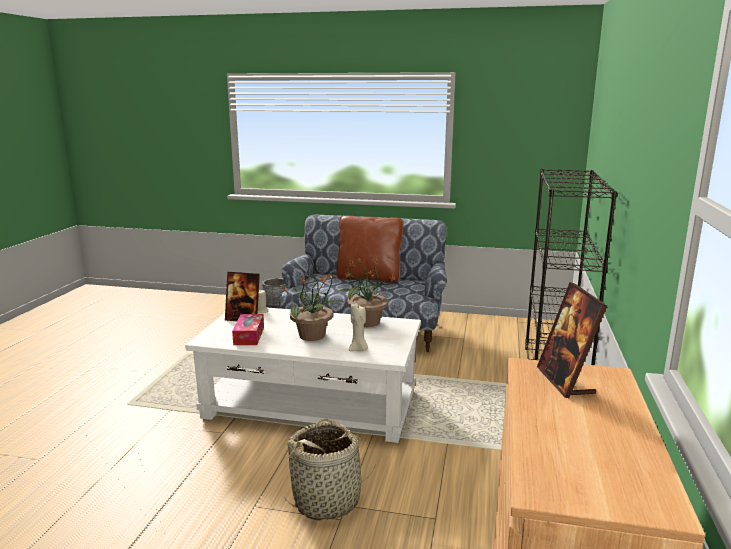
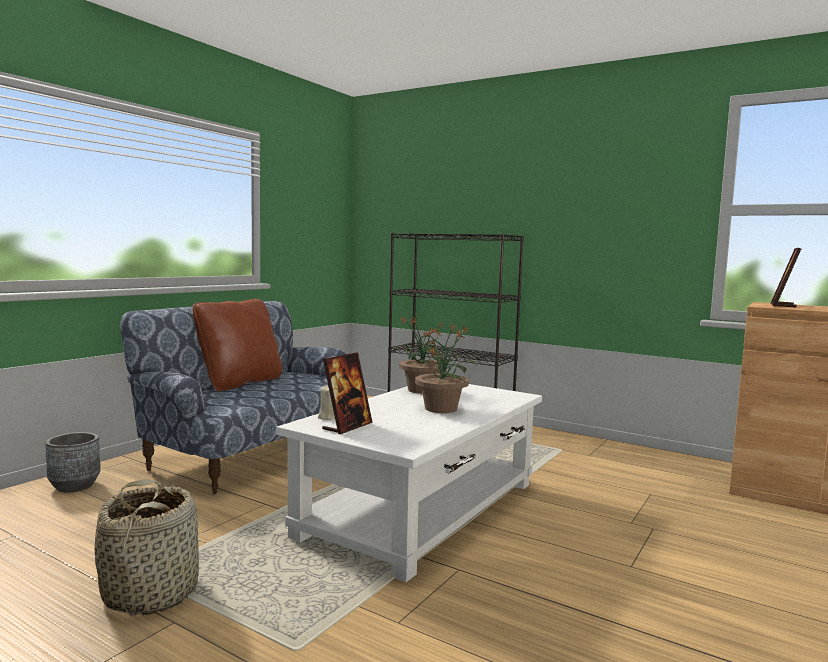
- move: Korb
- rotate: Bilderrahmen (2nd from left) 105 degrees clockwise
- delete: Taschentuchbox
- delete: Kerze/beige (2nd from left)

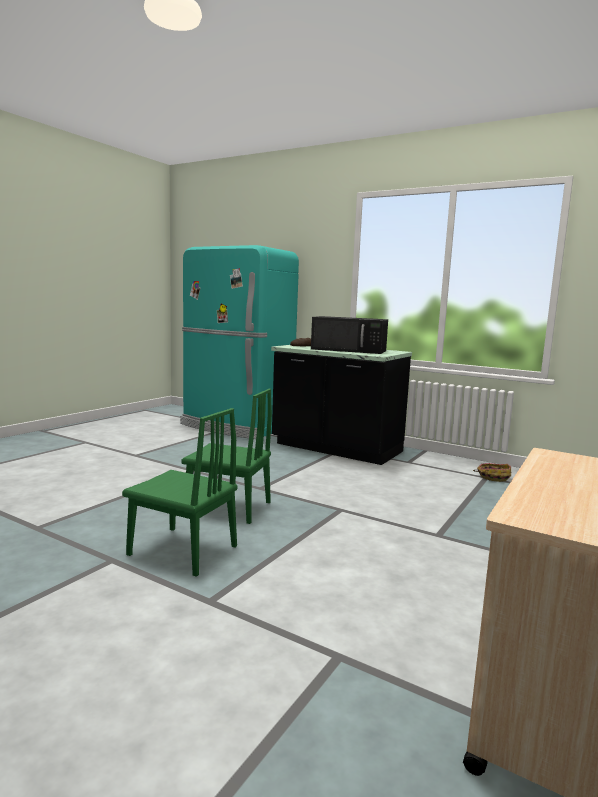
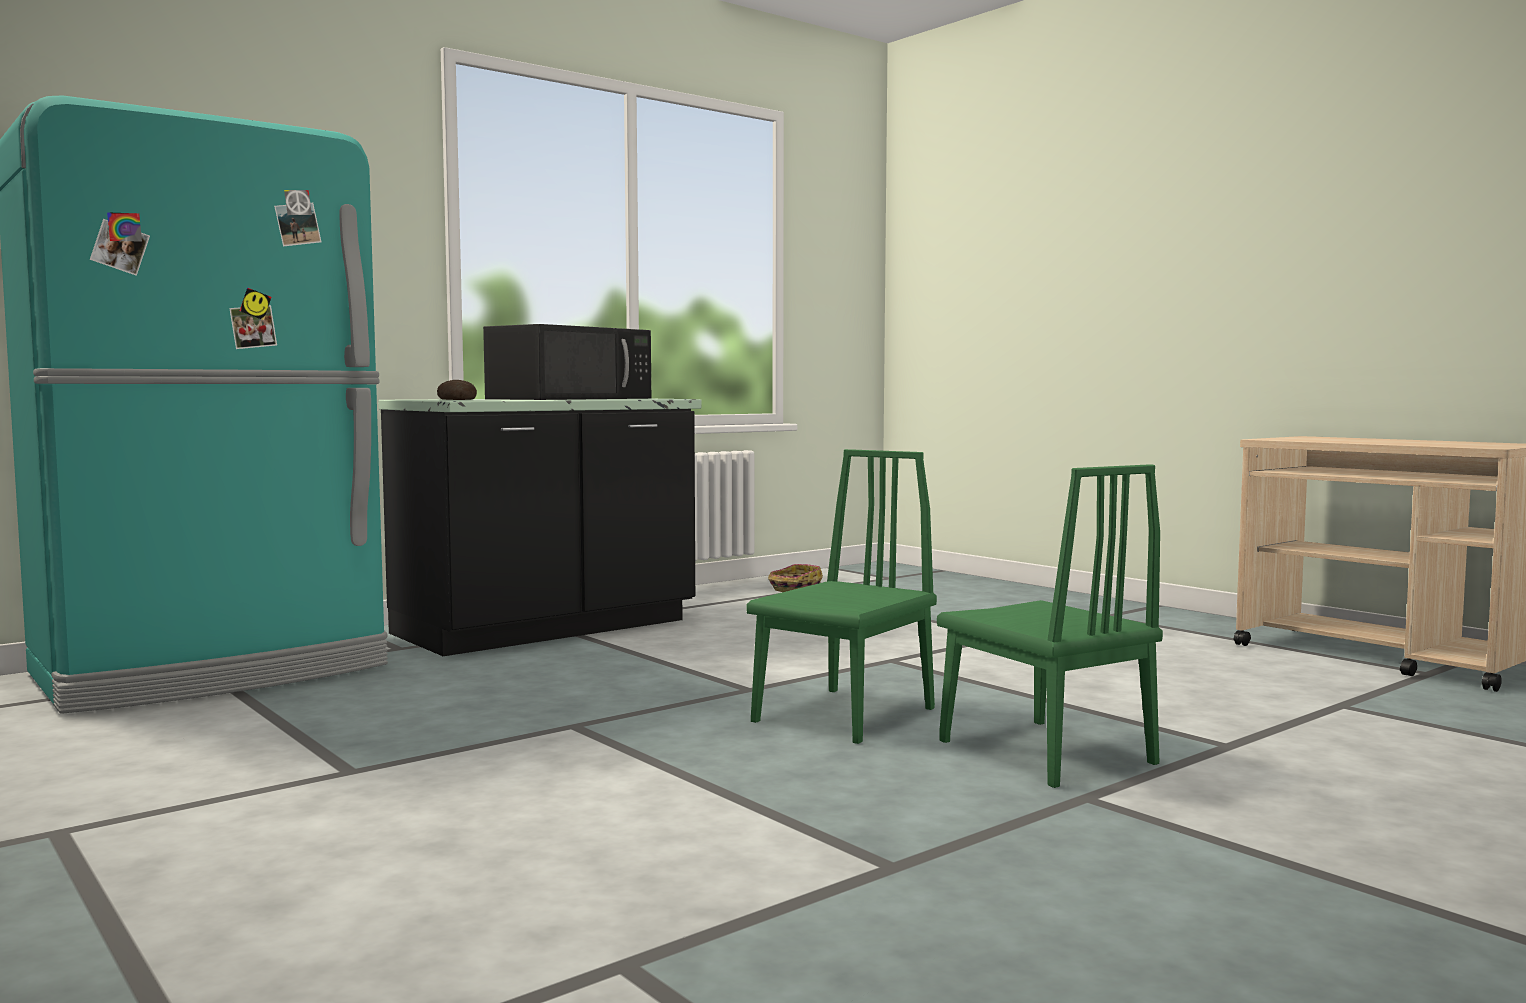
- rotate: Stuhl/grün (1st from left in the first image) 105 degrees clockwise

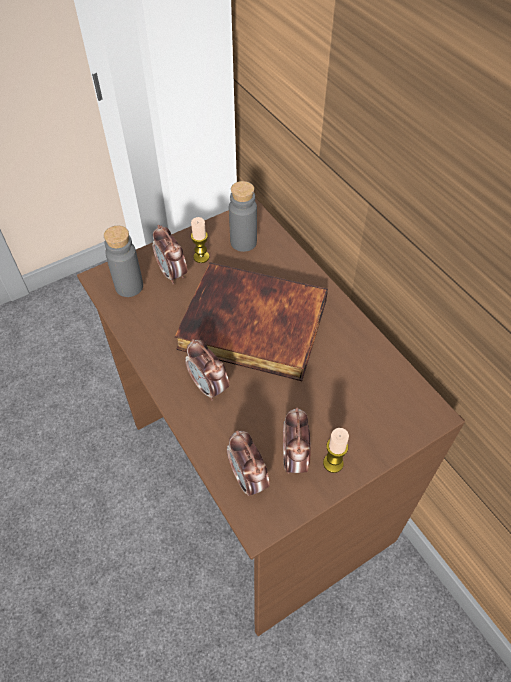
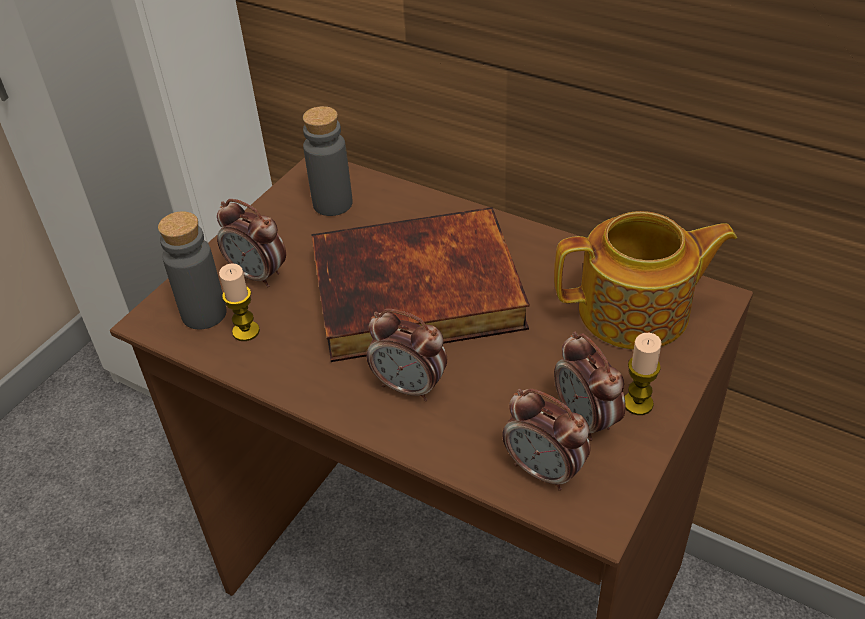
- move: Kerze (1st from left)
- insert: Teekanne

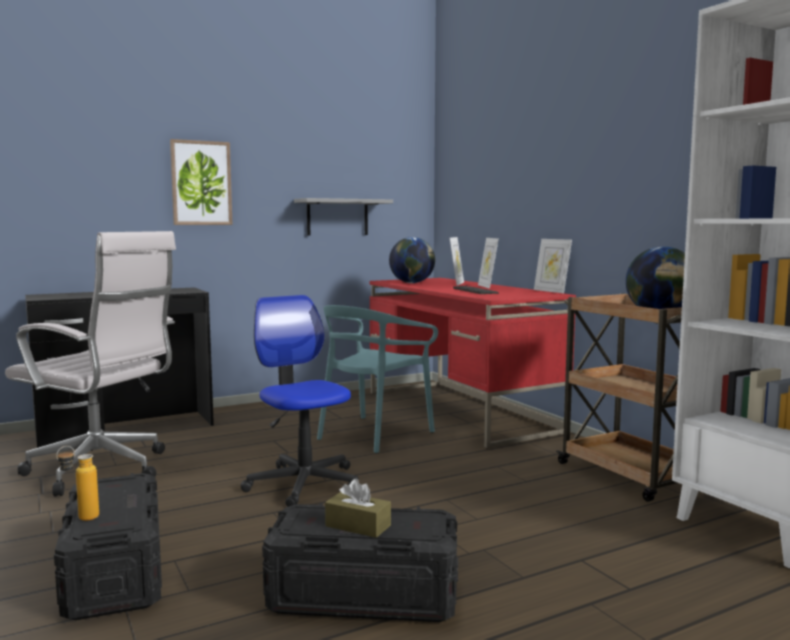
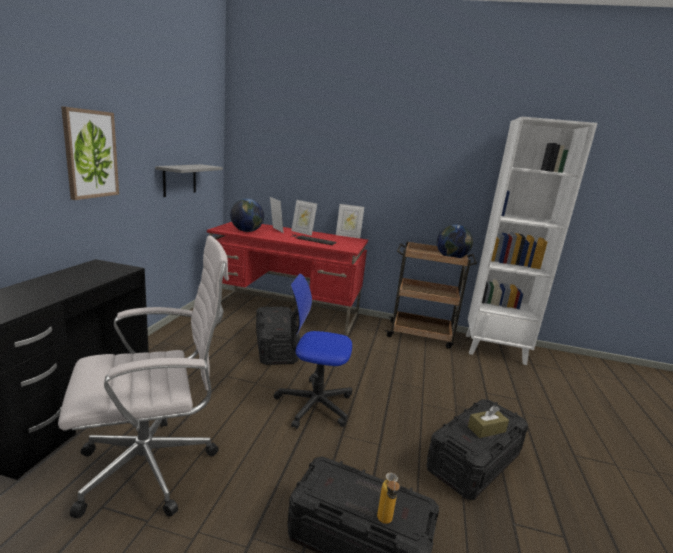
- replace: Stuhl/türkis to Aufbewahrungsbox/schwarz (1st from left)

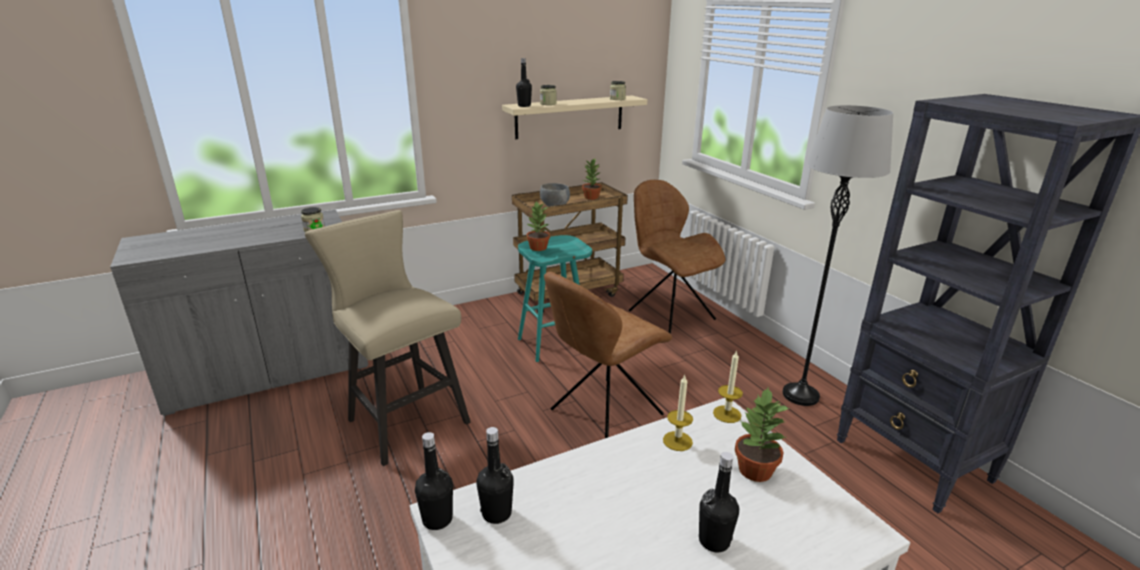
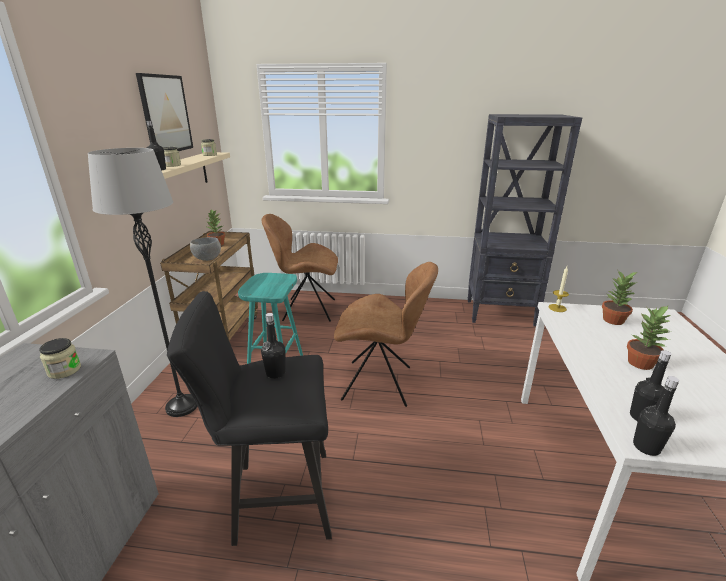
- move: Stehlampe/grau
- insert: Bild
- recolor: Hocker/beige to Hocker/schwarz
- move: Flasche/schwarz (4th from left in the first image) to Flasche/schwarz (2nd from left)
- rotate: Stuhl/braun (1st from left in the first image) 75 degrees counterclockwise
- move: Topfpflanze (1st from left in the first image) to Topfpflanze (3rd from left)
- delete: Kerze (1st from left)

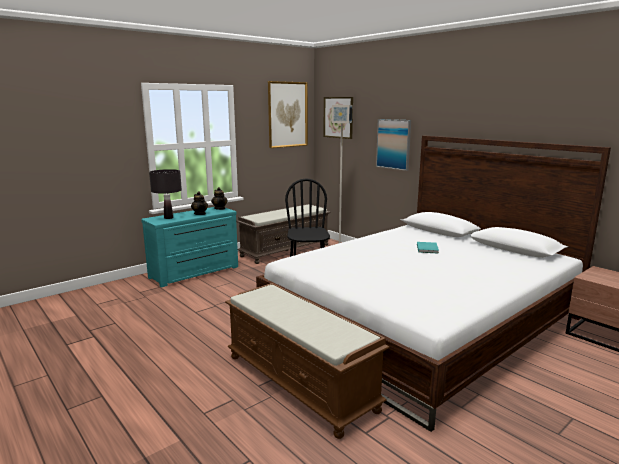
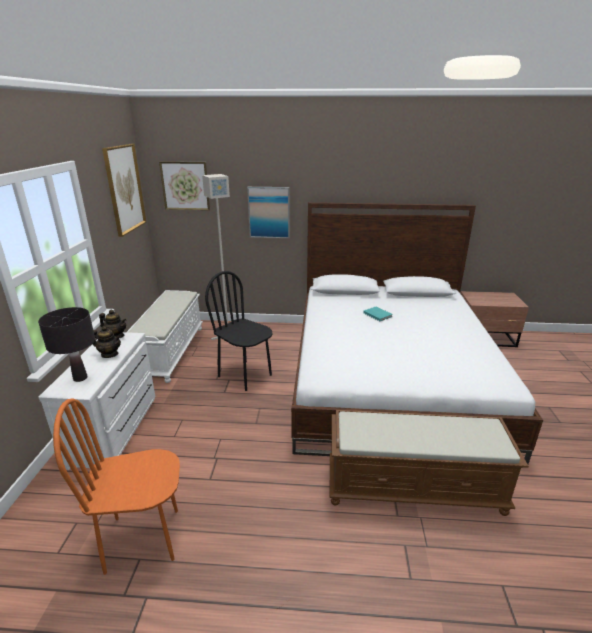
- recolor: Kommode/türkis to Kommode/weiß
- insert: Stuhl/orange
- recolor: Bank/braun (1st from left) to Bank/weiß

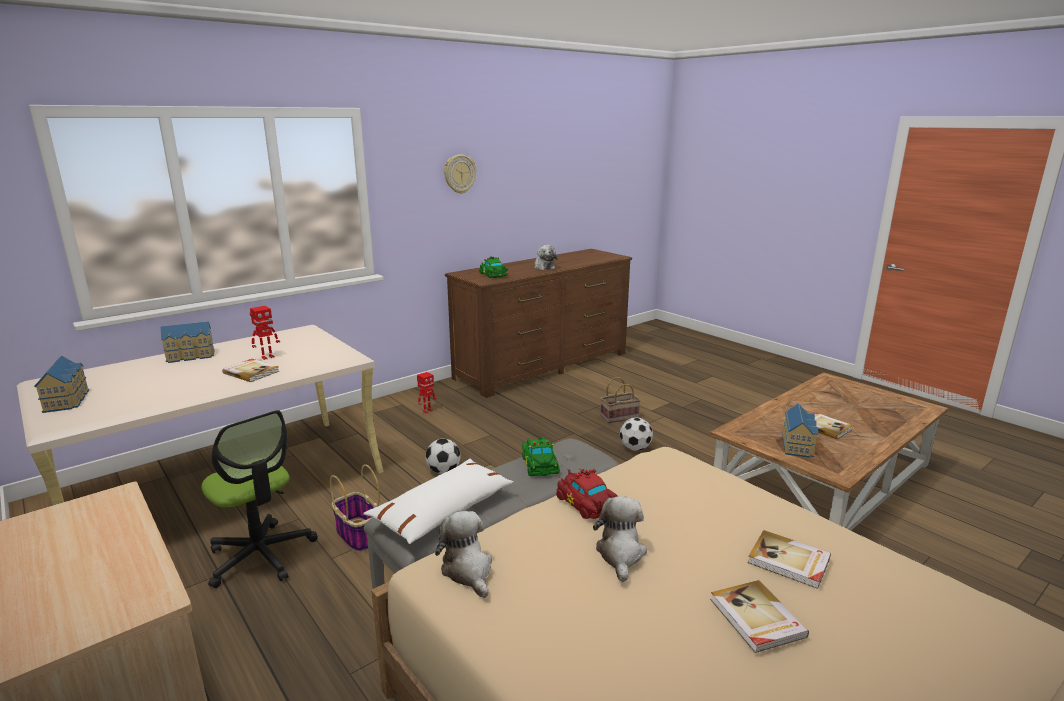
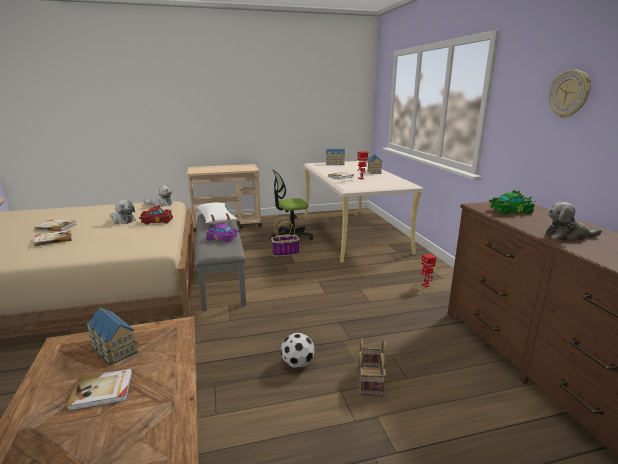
- recolor: Spielzeugauto/grün (2nd from left) to Spielzeugauto/lila
- delete: Fußball (1st from left)

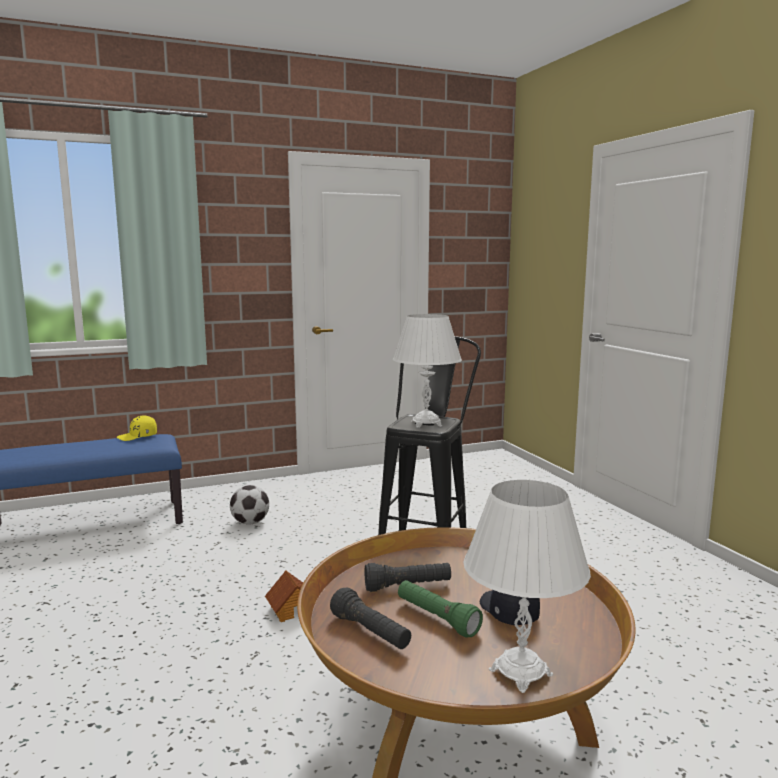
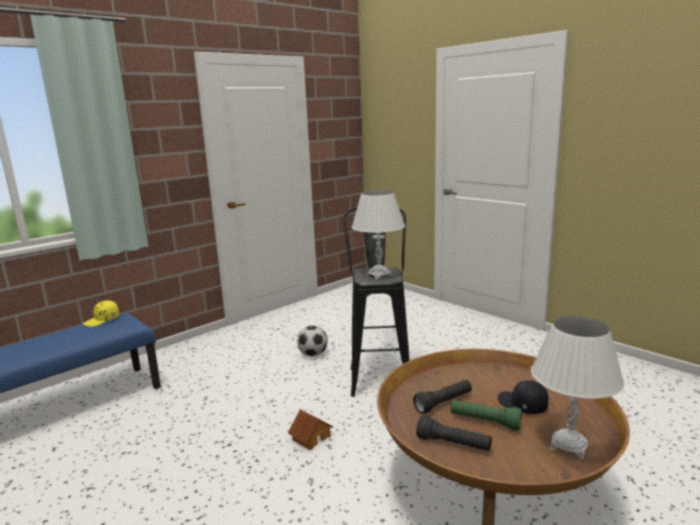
- move: Fußball

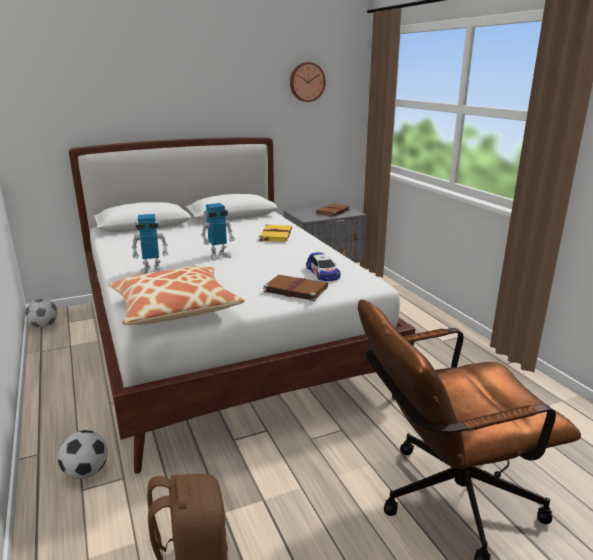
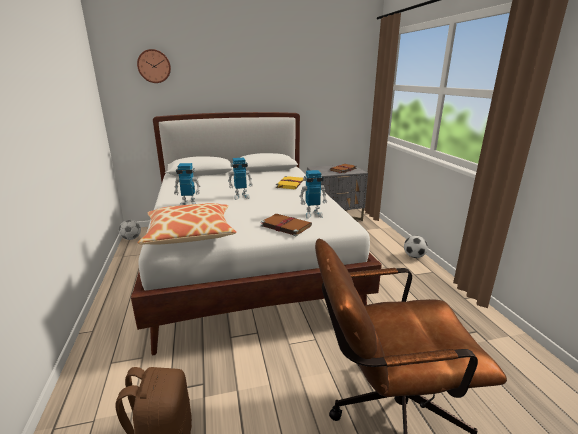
- move: Wanduhr
- replace: Spielzeugauto to Spielzeugroboter (3rd from left)
- move: Fußball (2nd from left)

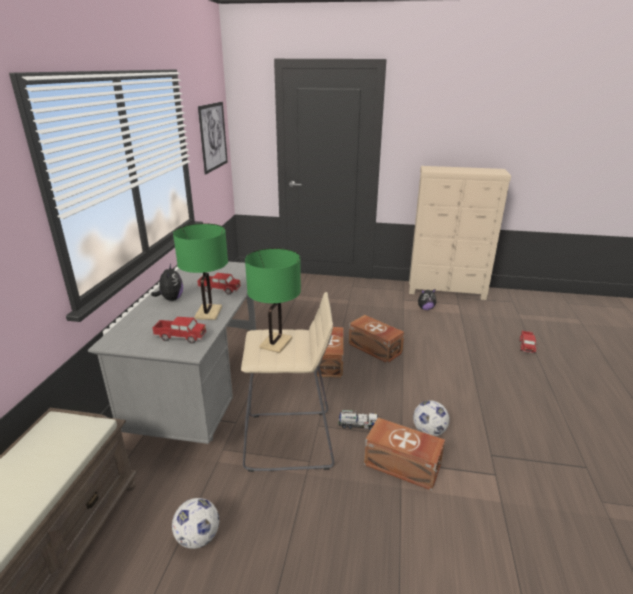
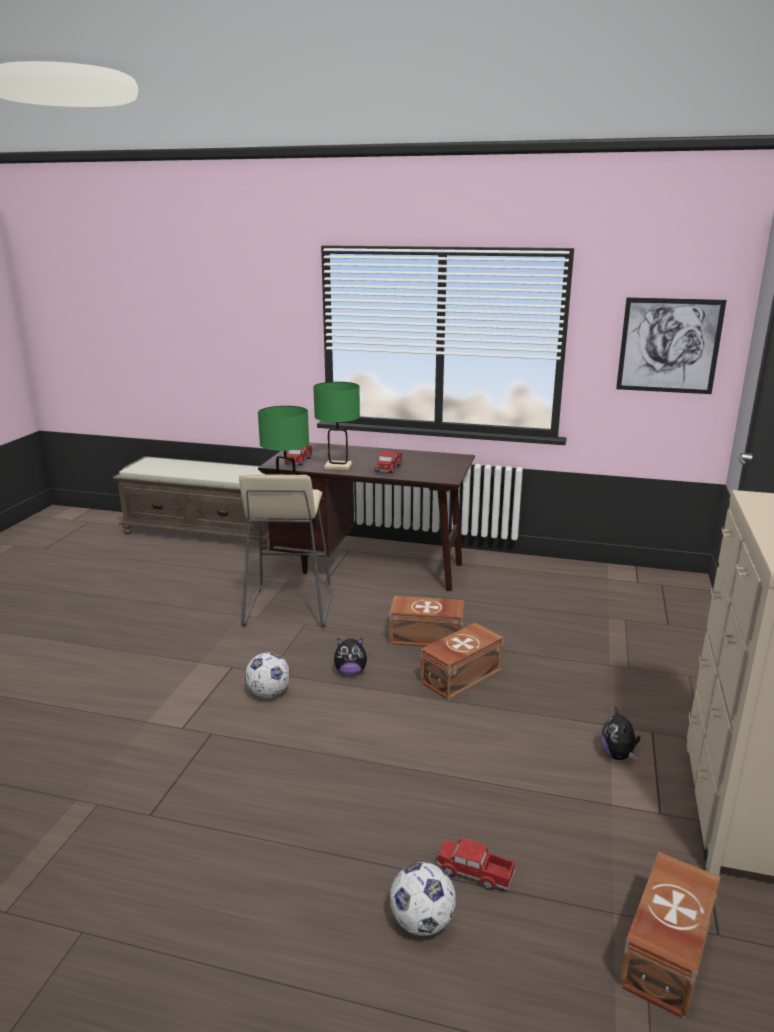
- recolor: Schreibtisch/grau to Schreibtisch/braun
- move: Plüschtier (1st from left)
- move: Fußball (1st from left in the first image) to Fußball (2nd from left)
- move: Aufbewahrungsbox/braun (3rd from left)
- delete: Spielzeuglaster (3rd from left)

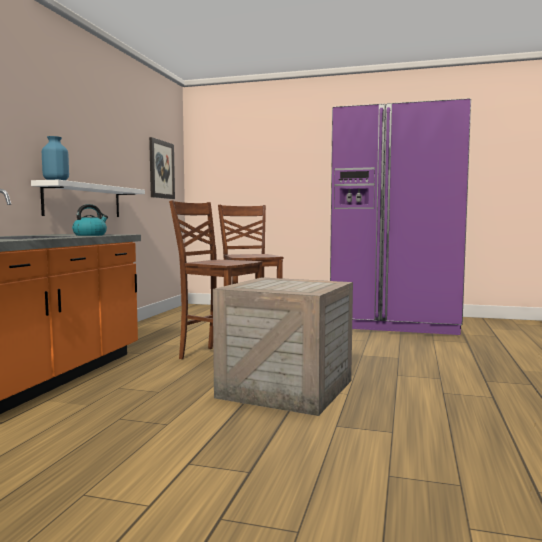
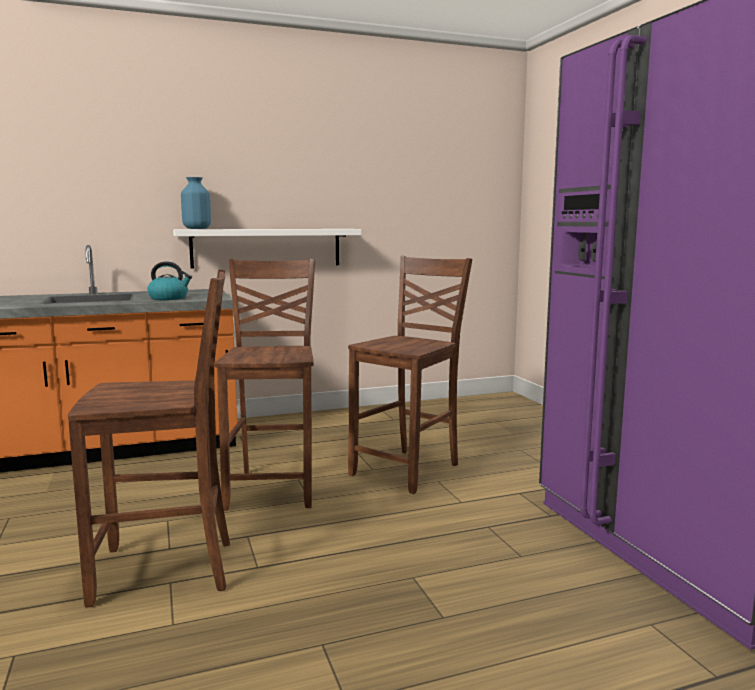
- replace: Kiste to Stuhl/braun (1st from left)
- delete: Bild

